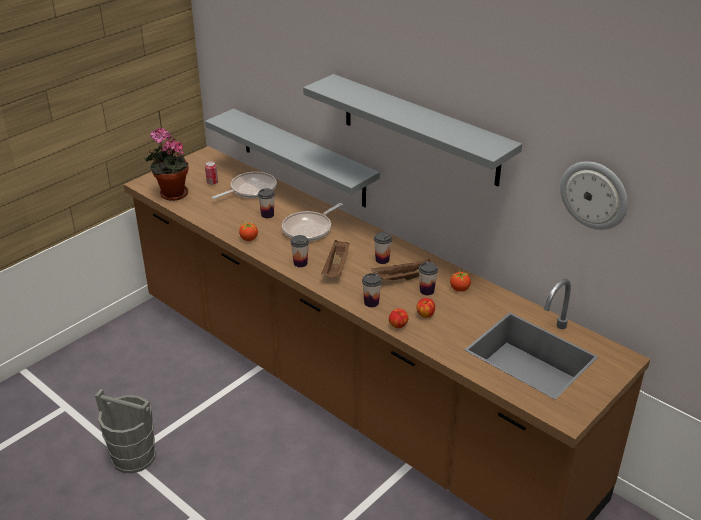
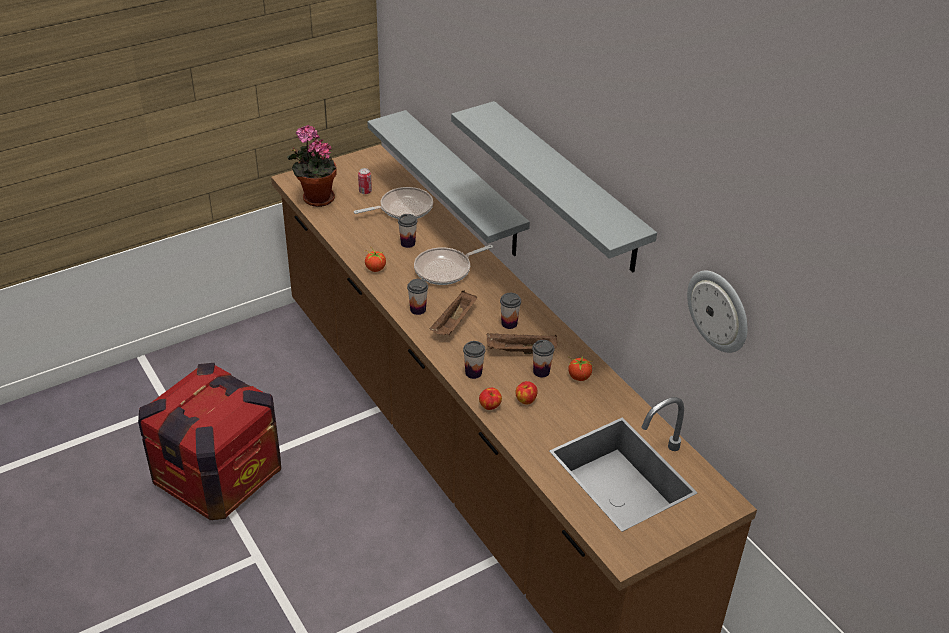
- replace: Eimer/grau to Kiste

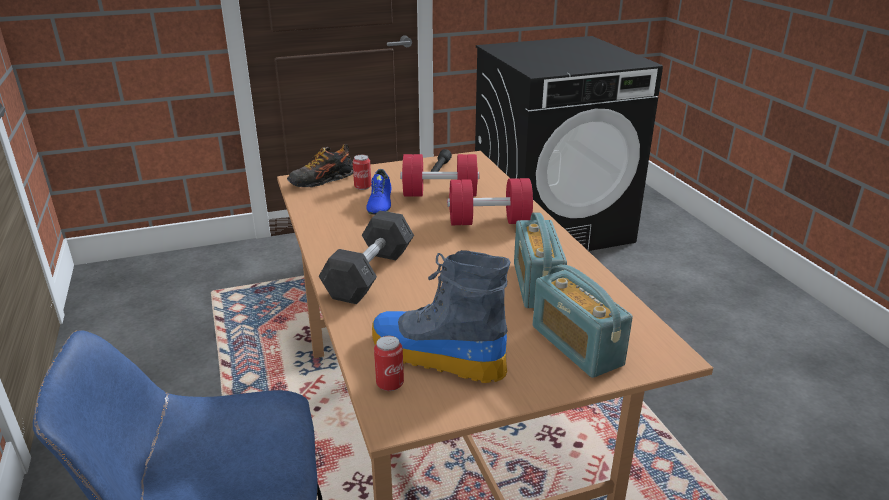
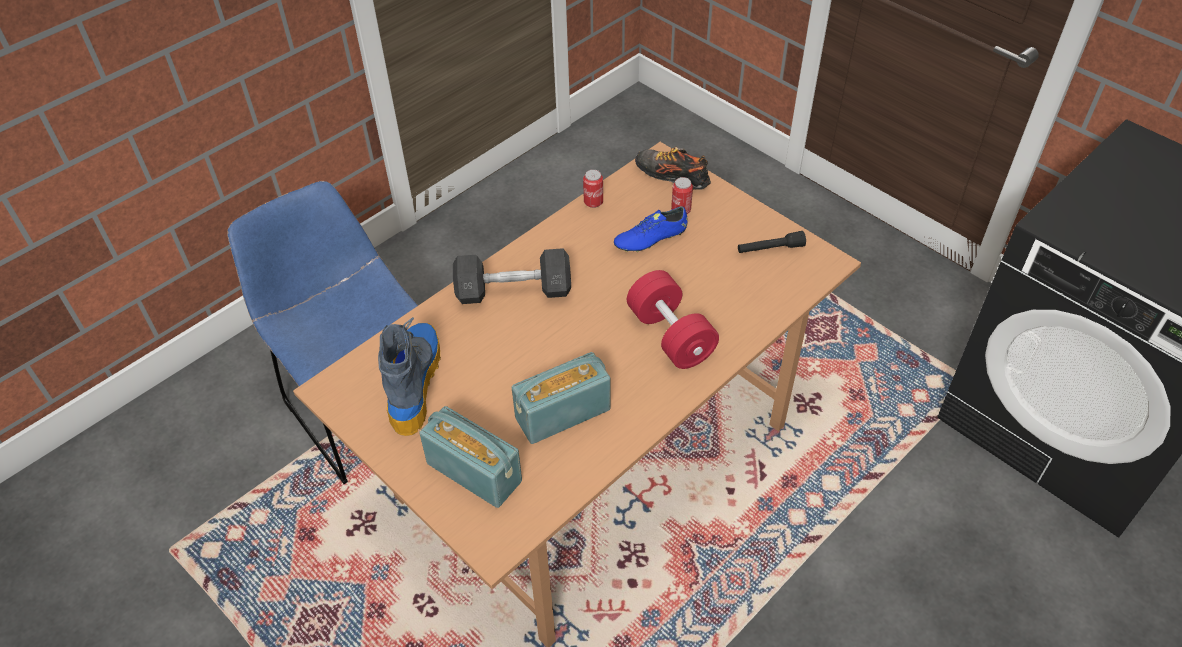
- rotate: Radio (2nd from left in the first image) 90 degrees clockwise
- move: Dose (2nd from left in the first image) to Dose (1st from left)
- delete: Hantel/rot (1st from left)

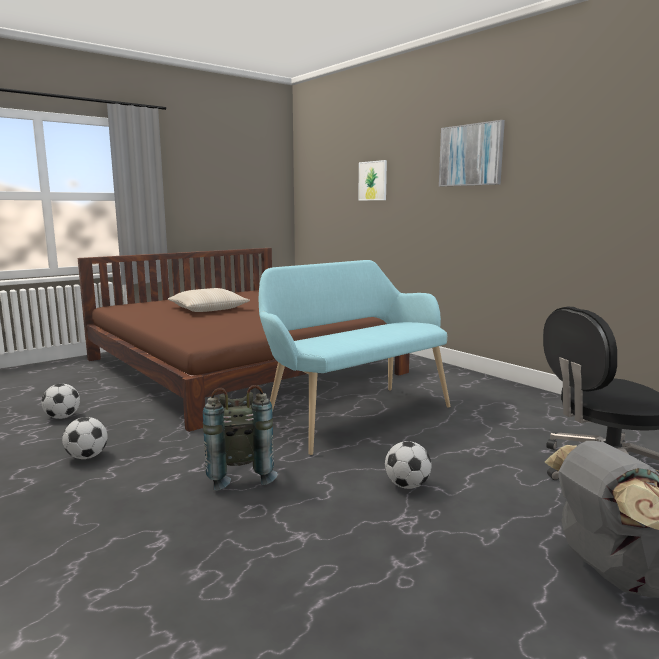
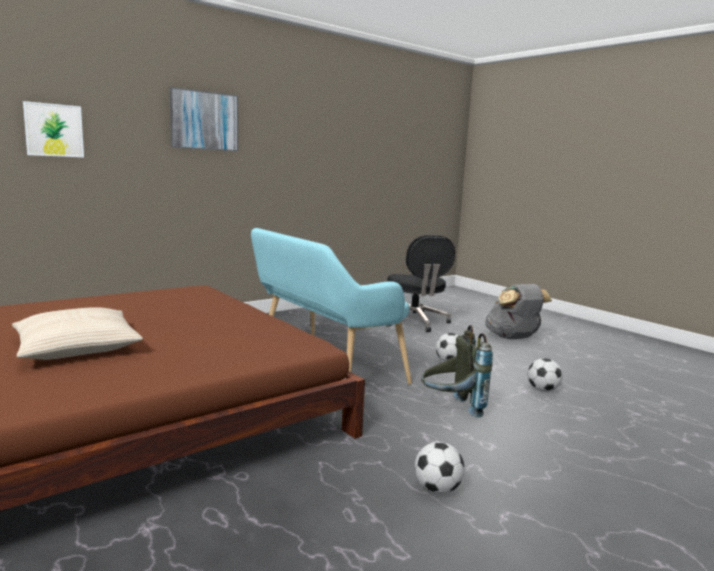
- move: Fußball (1st from left in the first image) to Fußball (3rd from left)

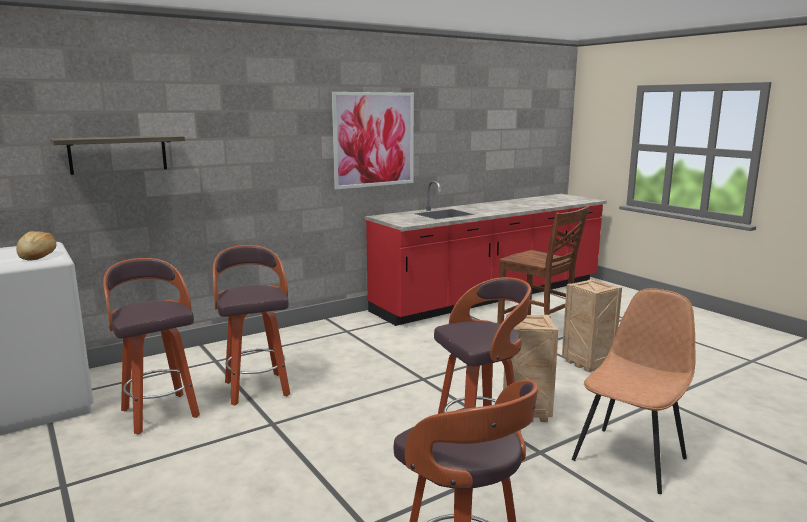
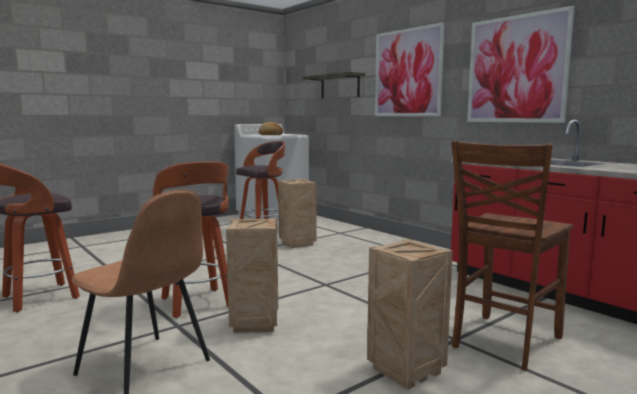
- replace: Hocker (2nd from left) to Kiste (2nd from left)
- insert: Bild (1st from left)

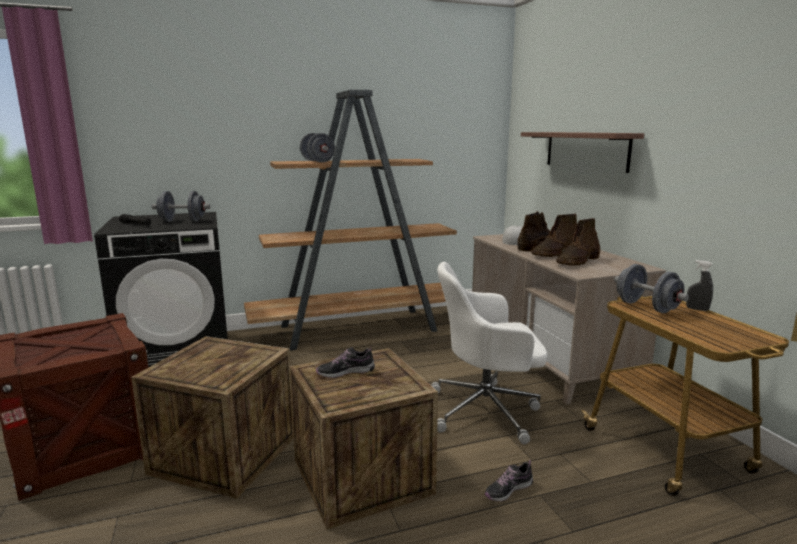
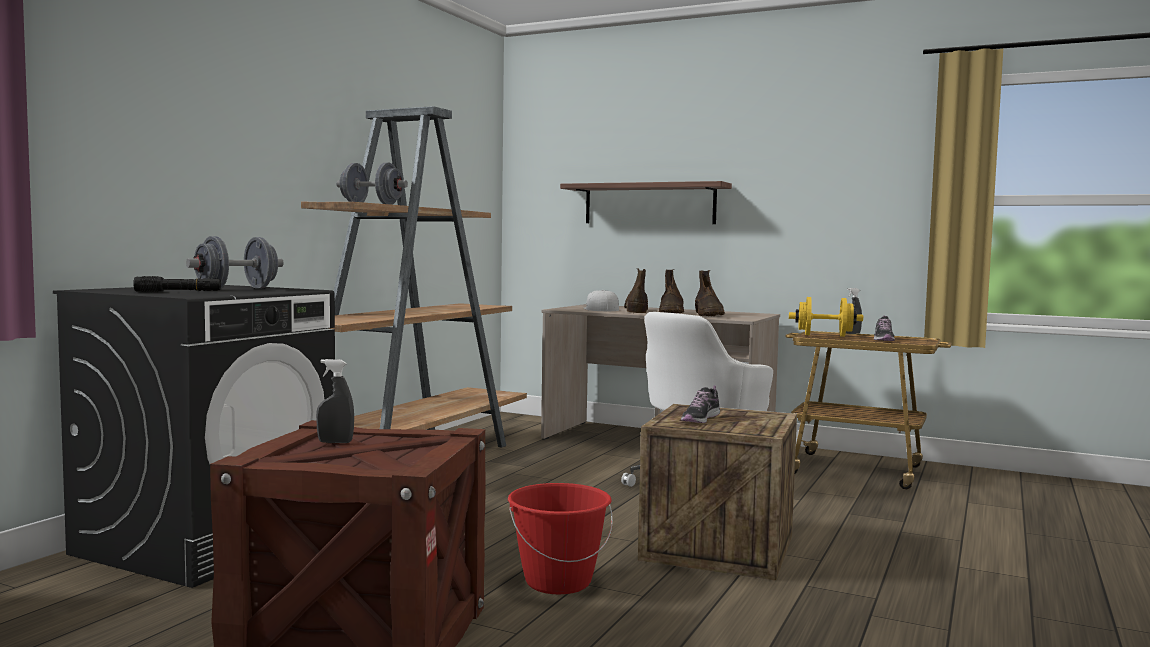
- insert: Sprühflasche/grau (1st from left)
- replace: Kiste (2nd from left) to Eimer/rot
- recolor: Hantel/grau (3rd from left) to Hantel/gelb
- move: Schuh (2nd from left)

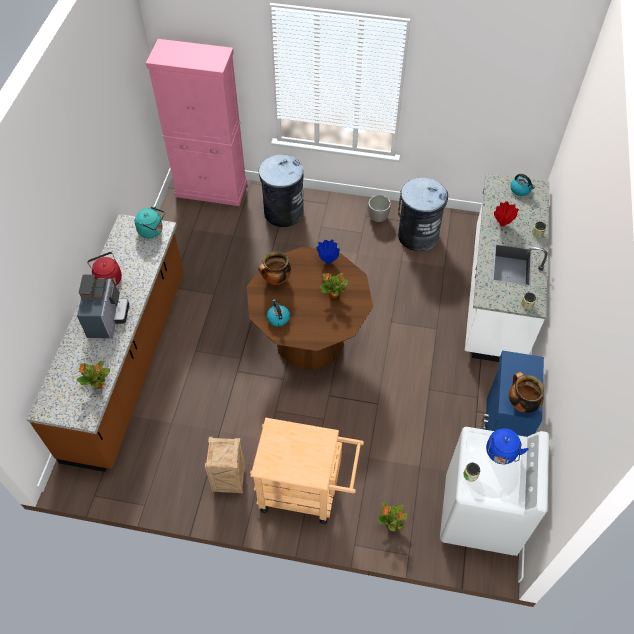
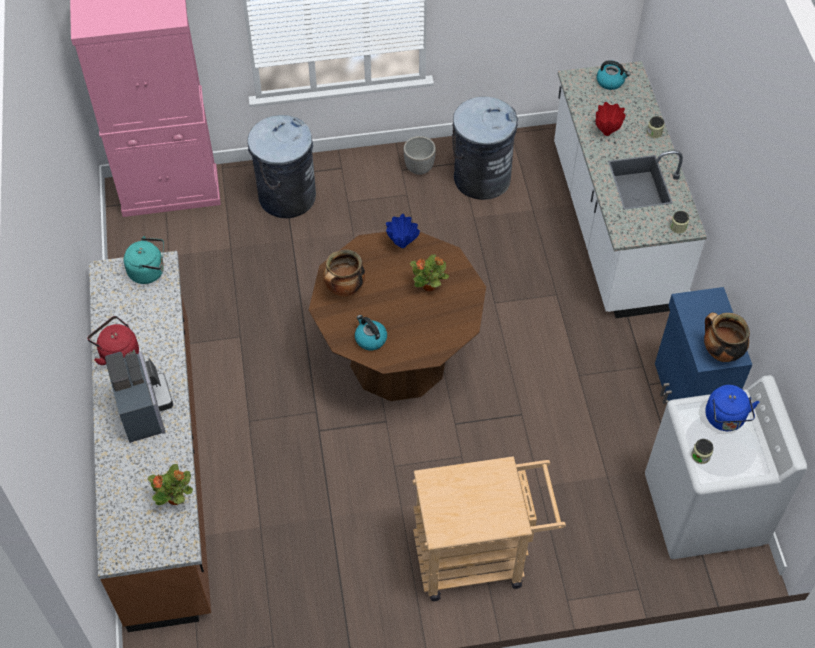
- delete: Kiste
- delete: Topfpflanze (3rd from left)

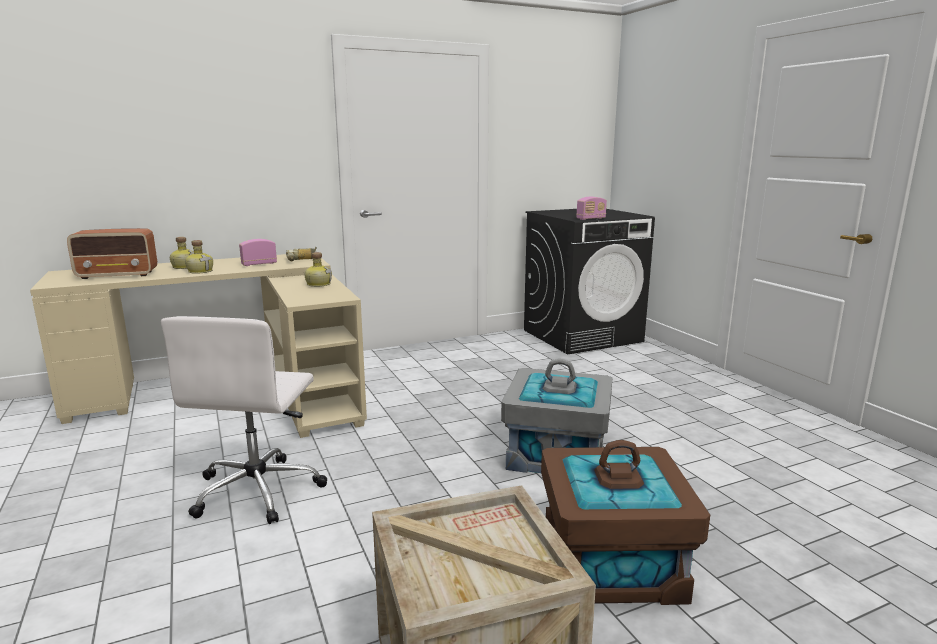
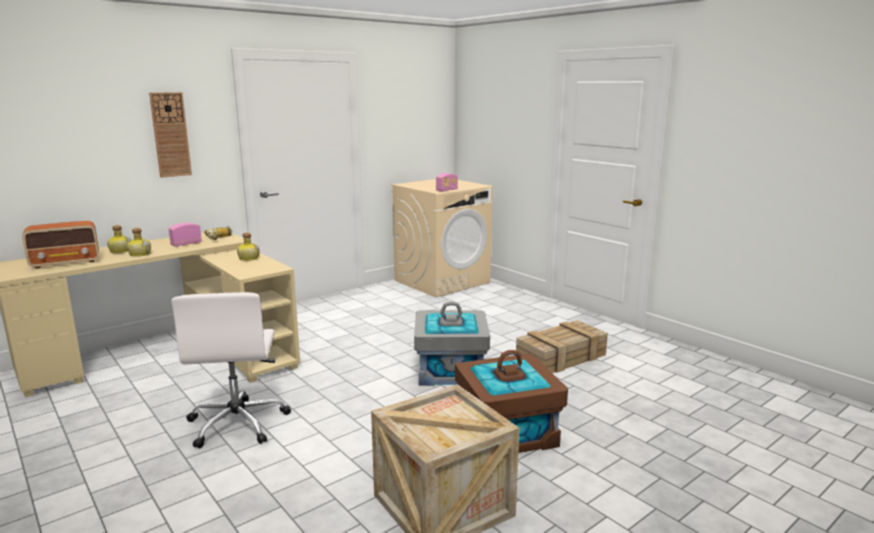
- insert: Wanduhr
- recolor: Waschmaschine/schwarz to Waschmaschine/beige
- insert: Kiste (2nd from left)

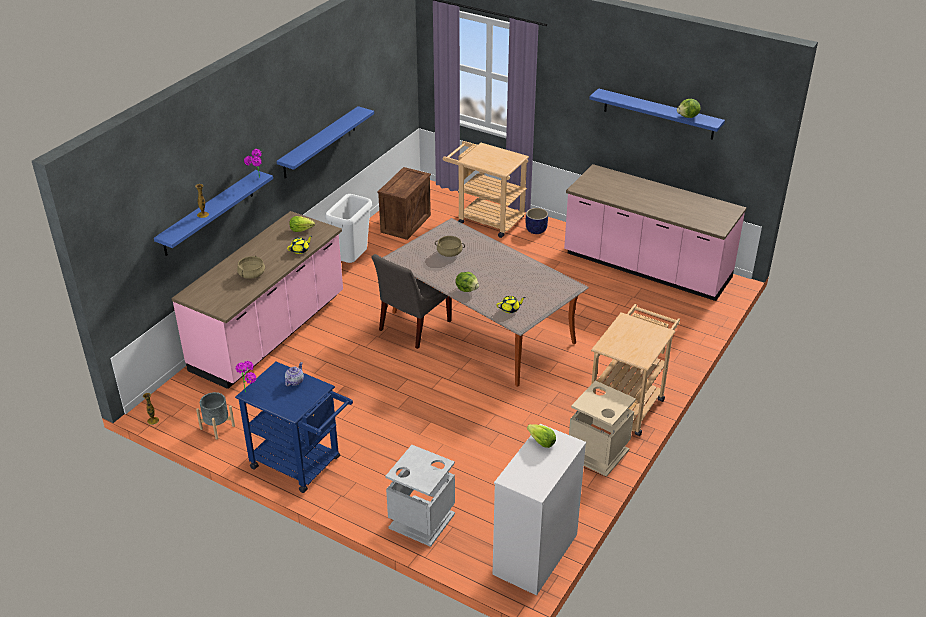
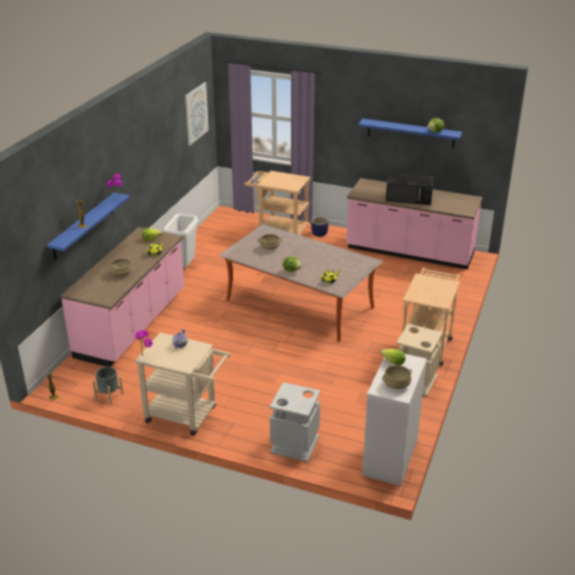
- recolor: Rollwagen/blau to Rollwagen/beige (1st from left)
- insert: Bild
- insert: Kochtopf/beige (3rd from left)
- insert: Mikrowelle/schwarz
- delete: Wandregal/blau (2nd from left)
- delete: Stuhl/grau
- delete: Kiste

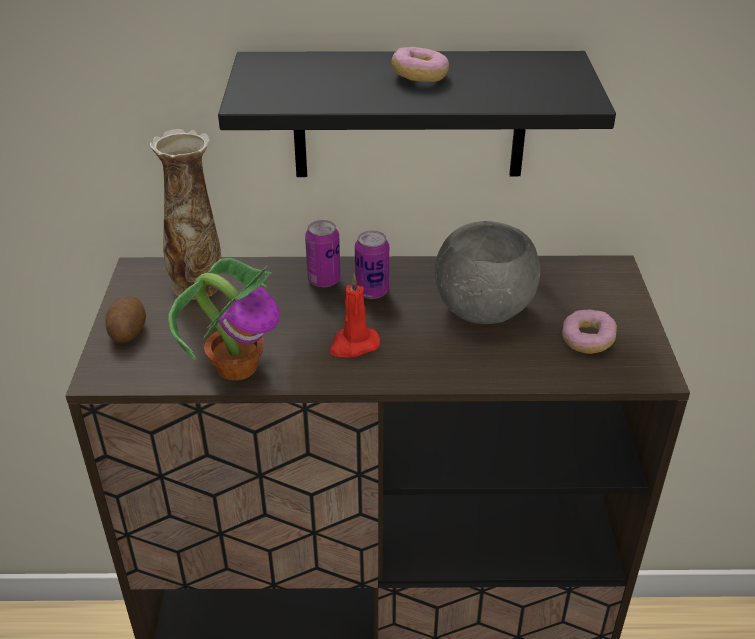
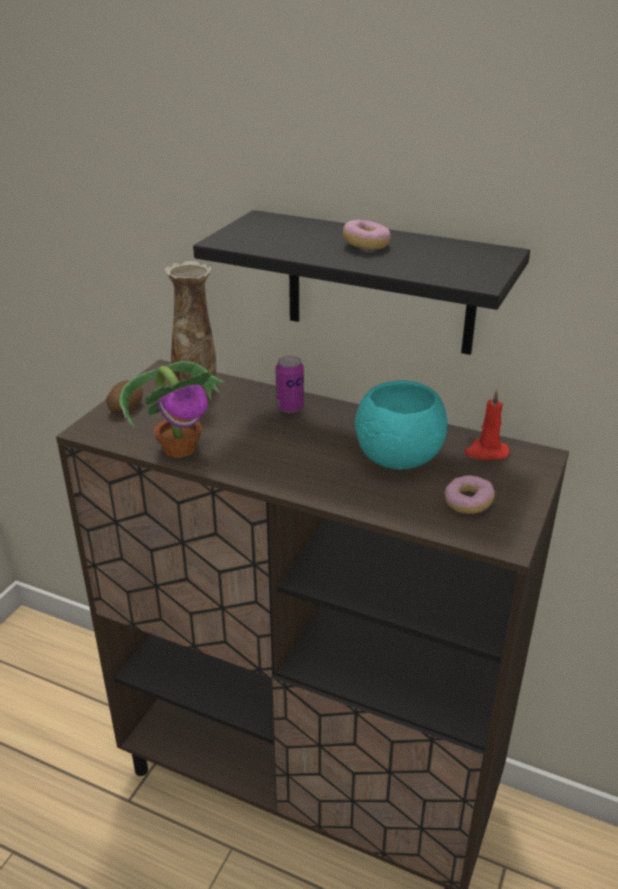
- recolor: Schüssel/grau to Schüssel/türkis
- move: Kerze/rot
- delete: Dose (2nd from left)

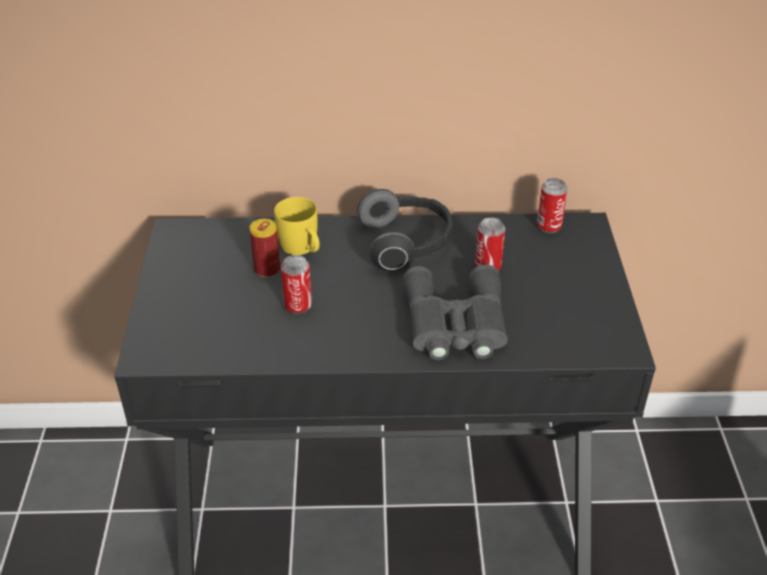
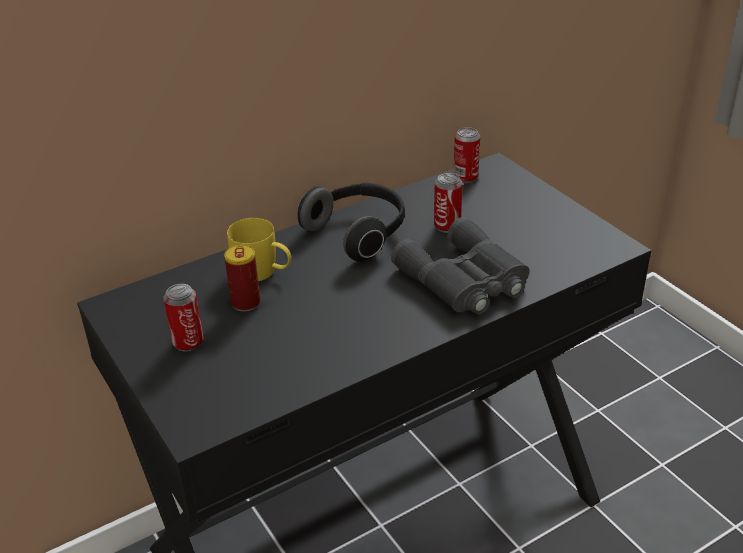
- move: Dose (2nd from left in the first image) to Dose (1st from left)

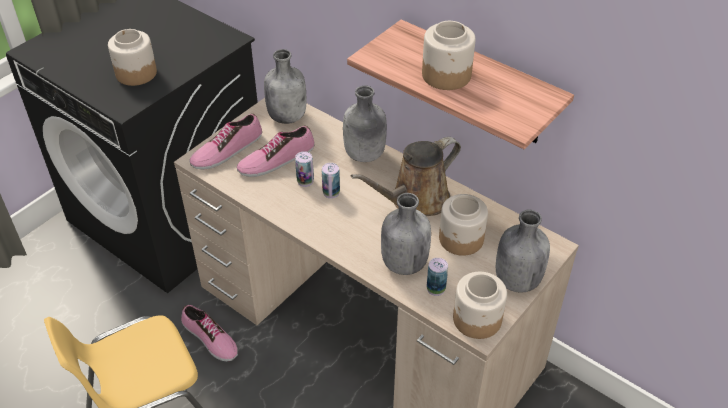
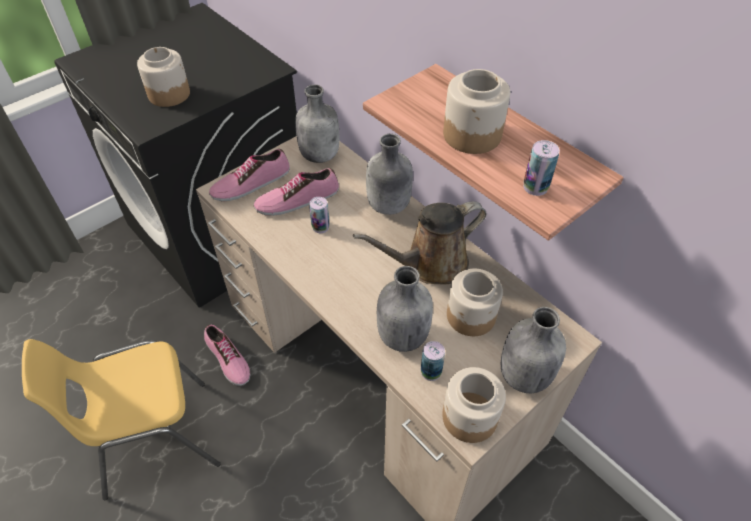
- move: Dose (2nd from left in the first image) to Dose (3rd from left)

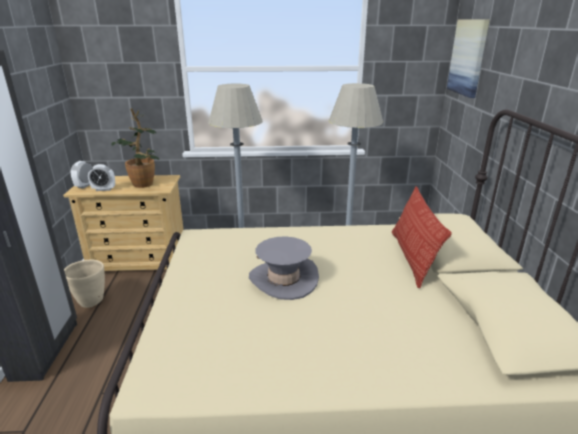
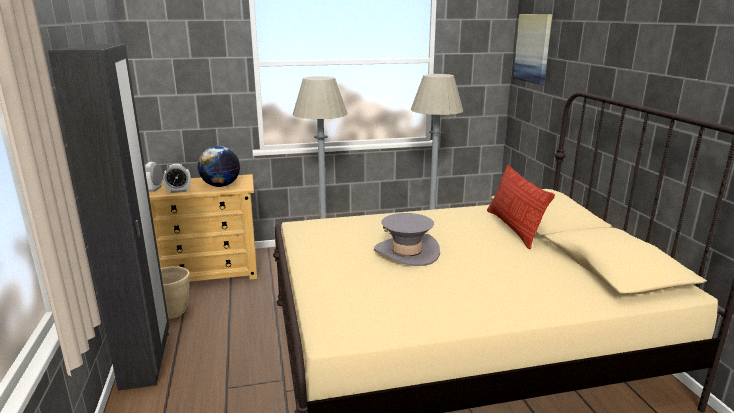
- replace: Topfpflanze to Globus

